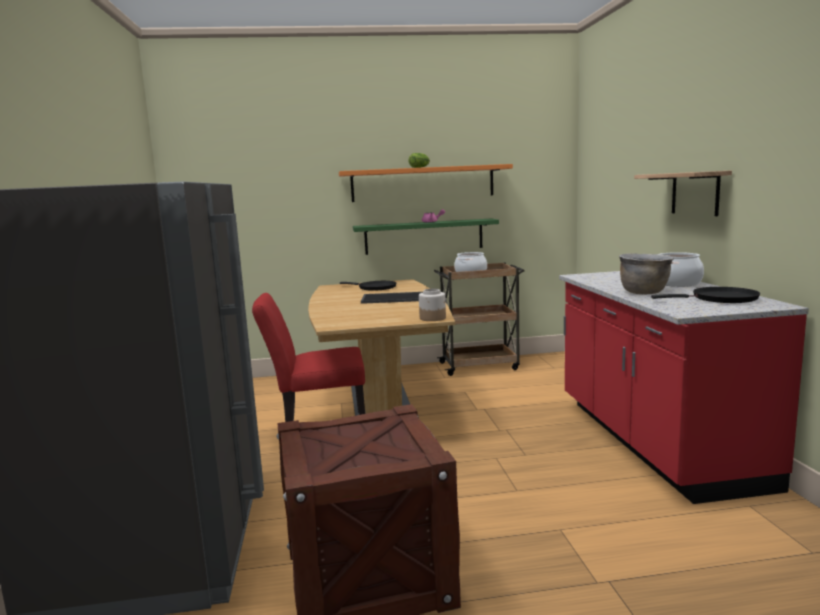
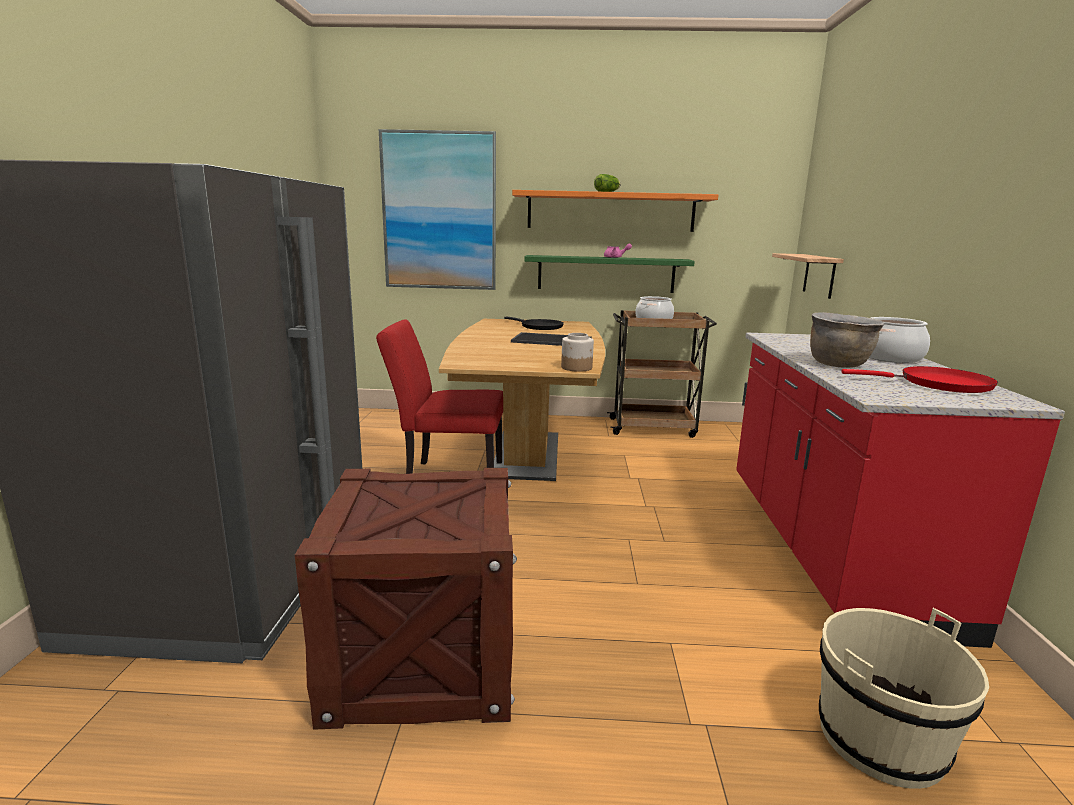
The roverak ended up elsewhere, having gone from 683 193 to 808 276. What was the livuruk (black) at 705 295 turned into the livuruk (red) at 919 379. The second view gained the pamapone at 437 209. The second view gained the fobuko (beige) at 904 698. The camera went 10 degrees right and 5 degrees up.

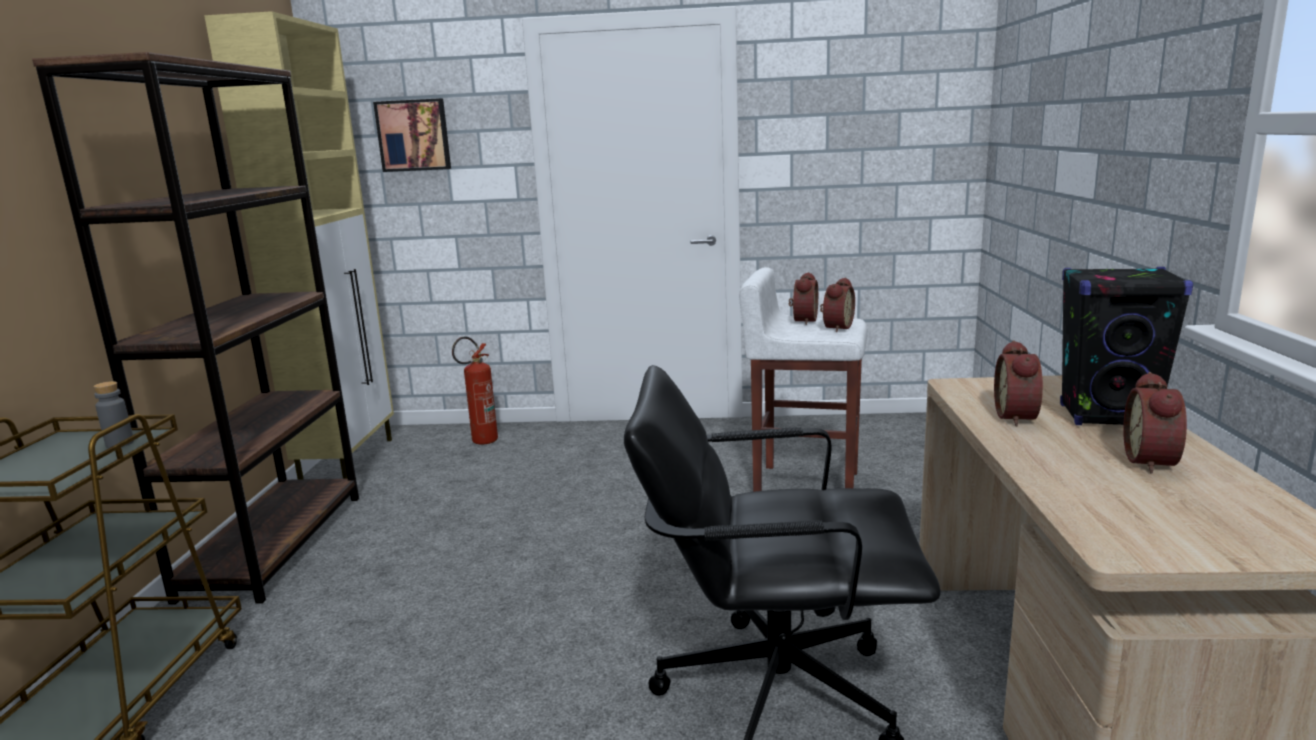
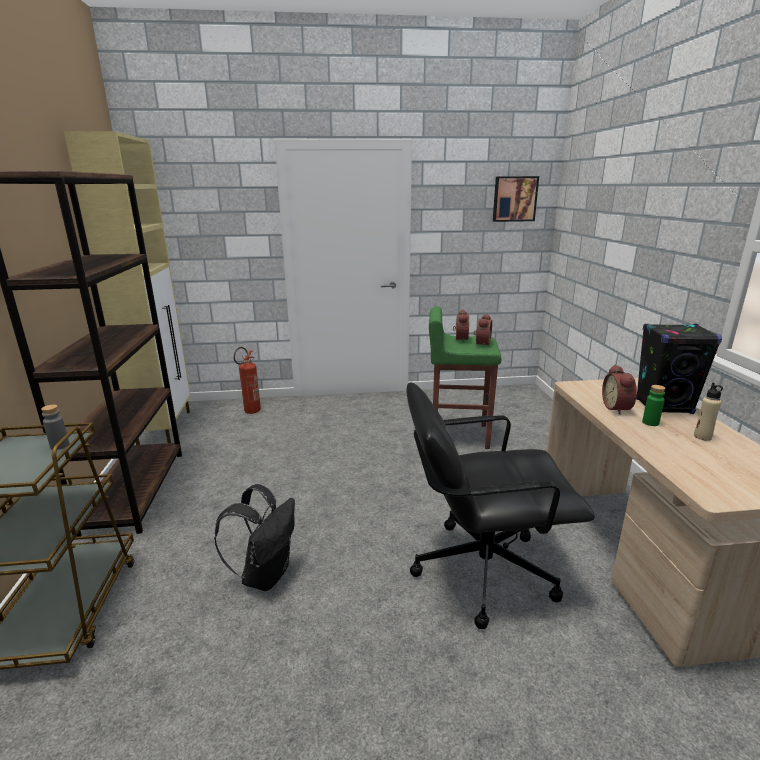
The pamapone ended up elsewhere, having gone from 412 135 to 516 199. What was the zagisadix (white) at 803 379 turned into the zagisadix (green) at 465 377. Where the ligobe stood at 1155 423, the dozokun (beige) came to stand at 708 411. The second view gained the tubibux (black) at 254 537. The second view gained the dozokun (green) at 654 405. The camera went 10 degrees left and 5 degrees up.

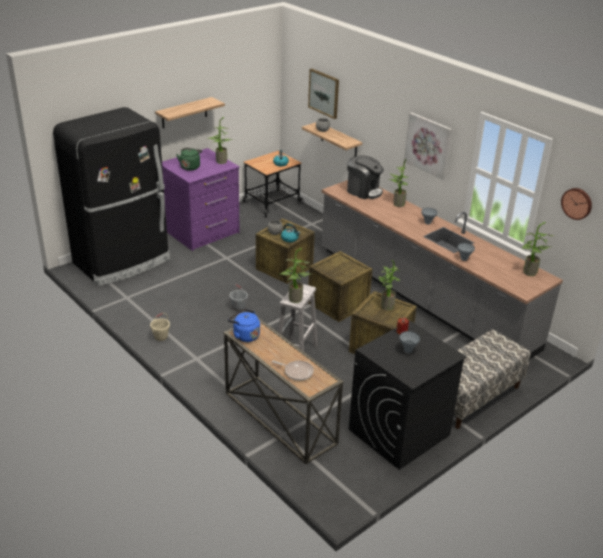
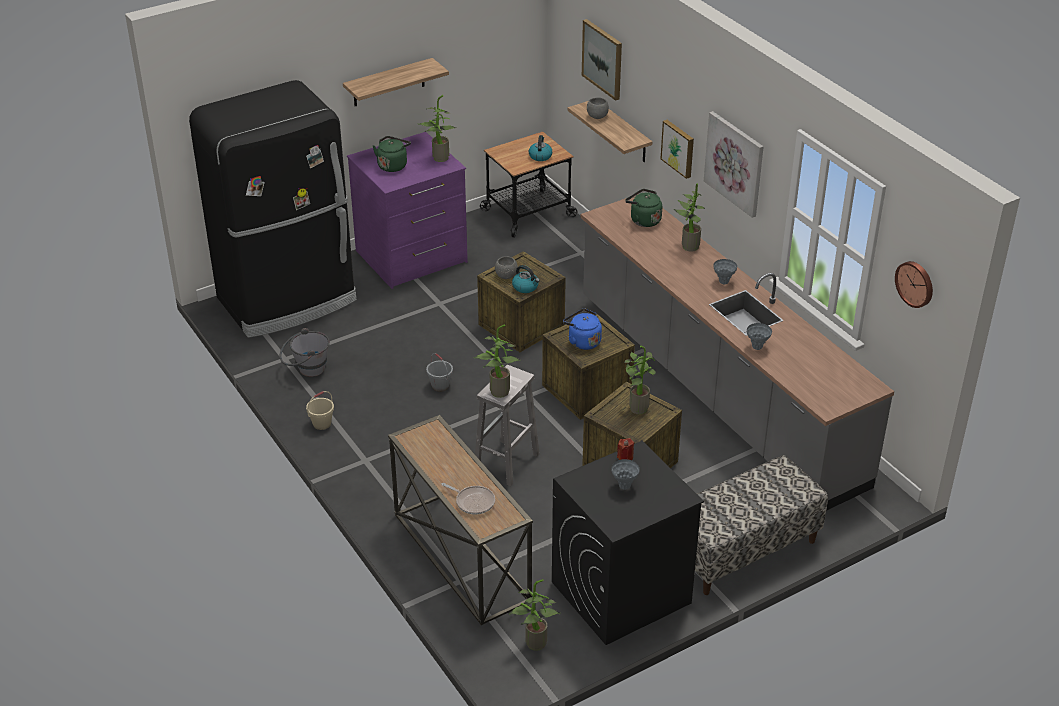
The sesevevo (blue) ended up elsewhere, having gone from 244 325 to 582 329. Where the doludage stood at 365 177, the sesevevo (green) came to stand at 643 208. The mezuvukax ended up elsewhere, having gone from 539 249 to 535 615. The second view gained the fobuko (grey) at 305 352. The second view gained the pamapone at 677 149. The camera went 10 degrees right and 5 degrees up.

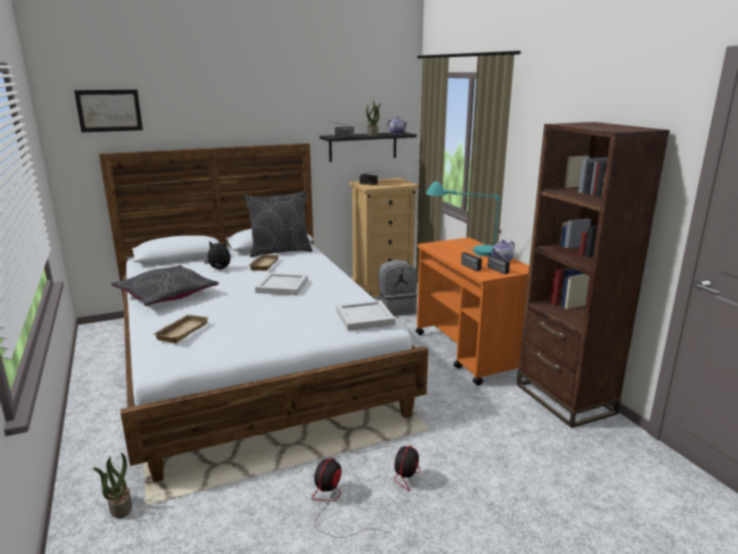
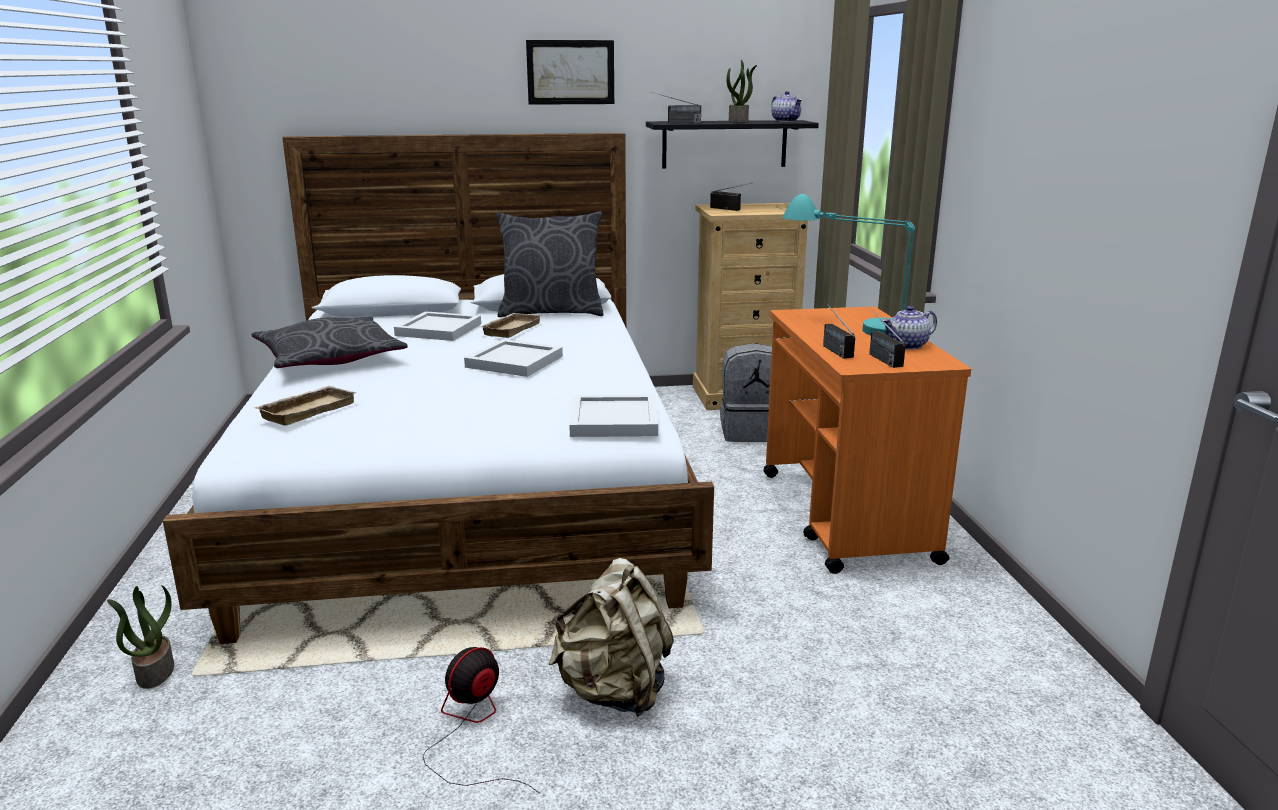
The pamapone ended up elsewhere, having gone from 108 111 to 570 72. Where the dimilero stood at 217 255, the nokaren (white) came to stand at 437 326. Where the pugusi stood at 386 468, the tubibux (beige) came to stand at 611 637. The second view lost the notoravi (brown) at 593 275. The camera went 15 degrees right and 0 degrees up.

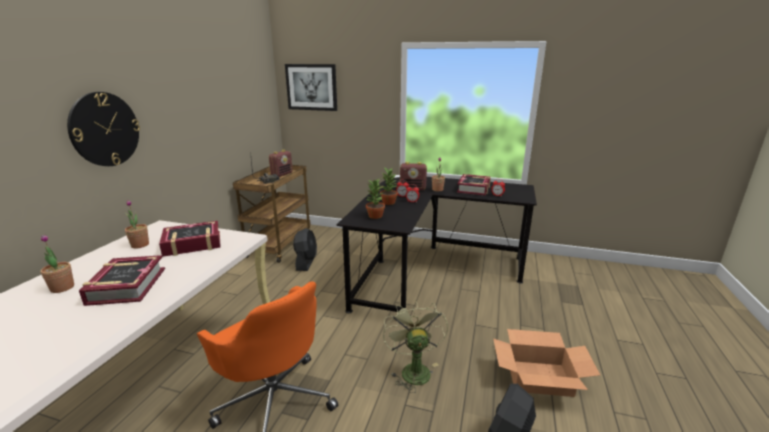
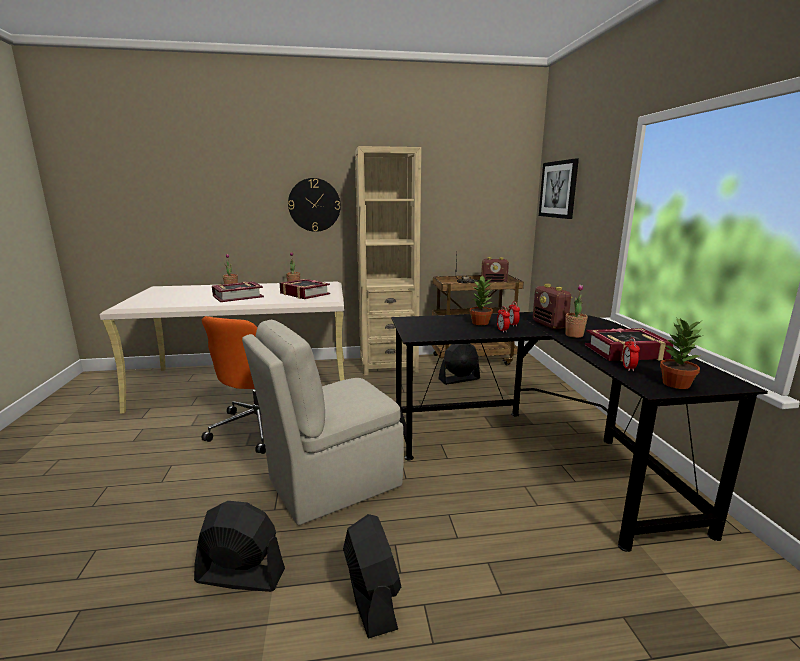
The mezuvukax ended up elsewhere, having gone from 375 198 to 680 353. Where the pugusi (green) stood at 415 346, the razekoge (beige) came to stand at 323 422. Where the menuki stood at 546 363, the pugusi (black) came to stand at 372 576. The second view gained the notoravi (beige) at 388 260. The camera went 65 degrees right and 5 degrees down.

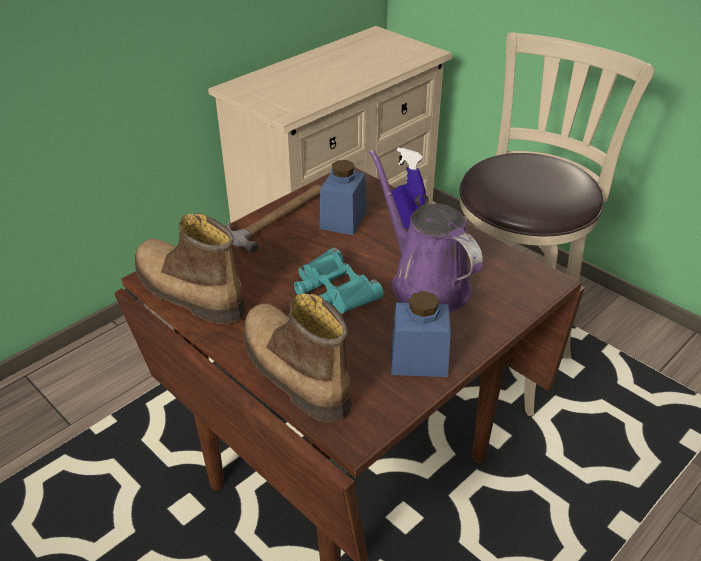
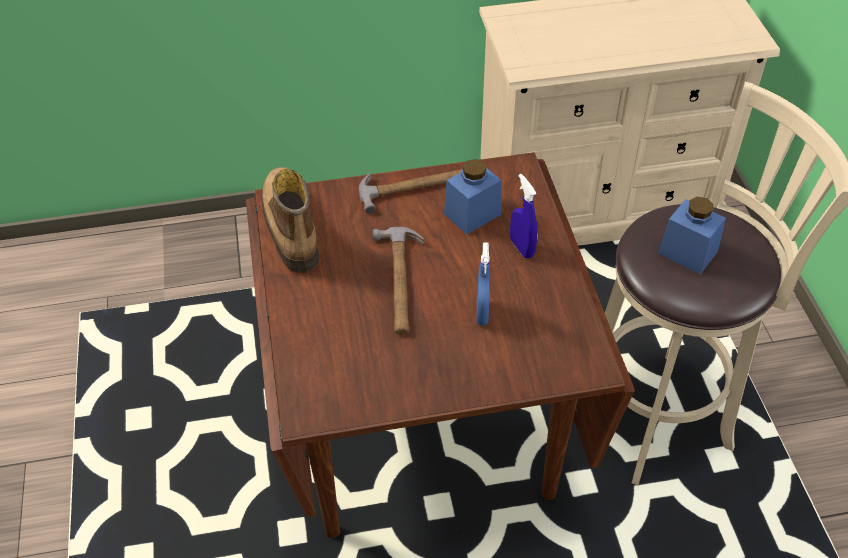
The second view lost the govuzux at 297 357. Where the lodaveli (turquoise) stood at 339 281, the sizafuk came to stand at 398 280. Where the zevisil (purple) stood at 426 231, the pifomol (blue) came to stand at 483 284. The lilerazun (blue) ended up elsewhere, having gone from 421 334 to 692 235. The camera went 35 degrees right and 10 degrees up.

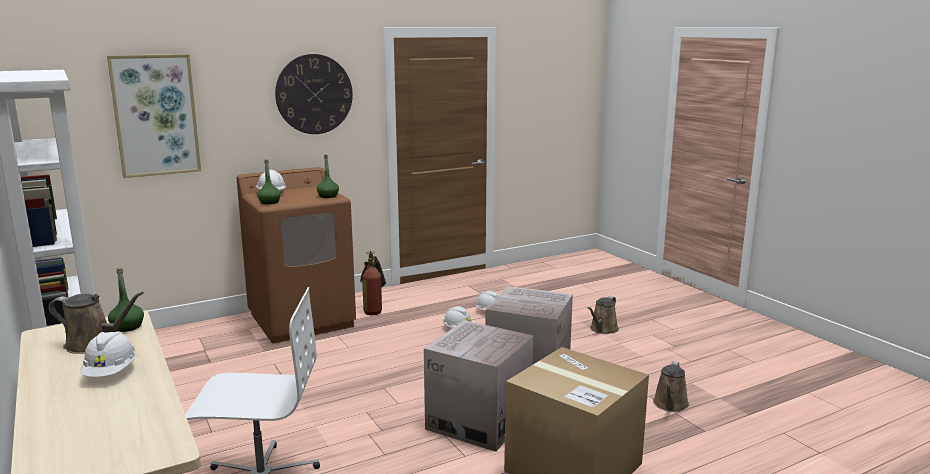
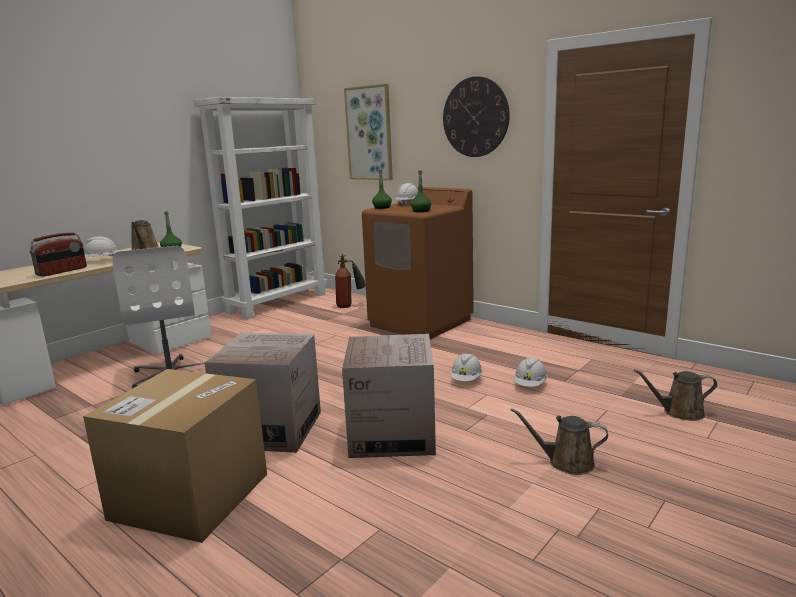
The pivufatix ended up elsewhere, having gone from 373 283 to 350 281. The zevisil (brown) ended up elsewhere, having gone from 671 386 to 675 395. The second view gained the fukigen at 58 255. The camera went 70 degrees right and 0 degrees up.

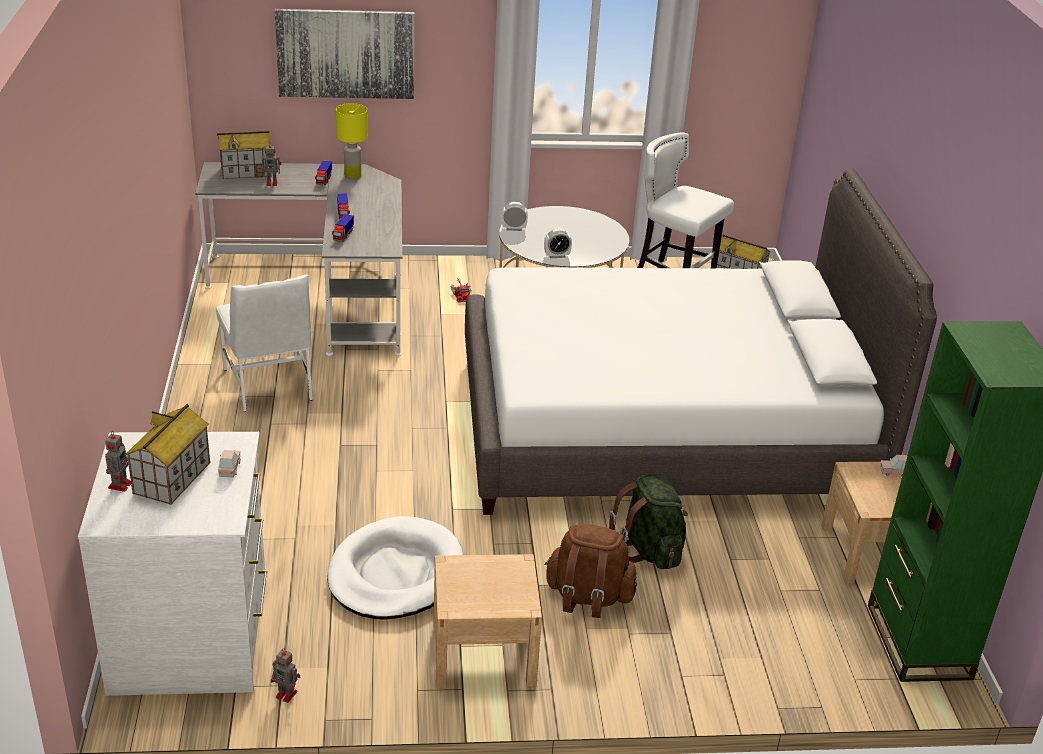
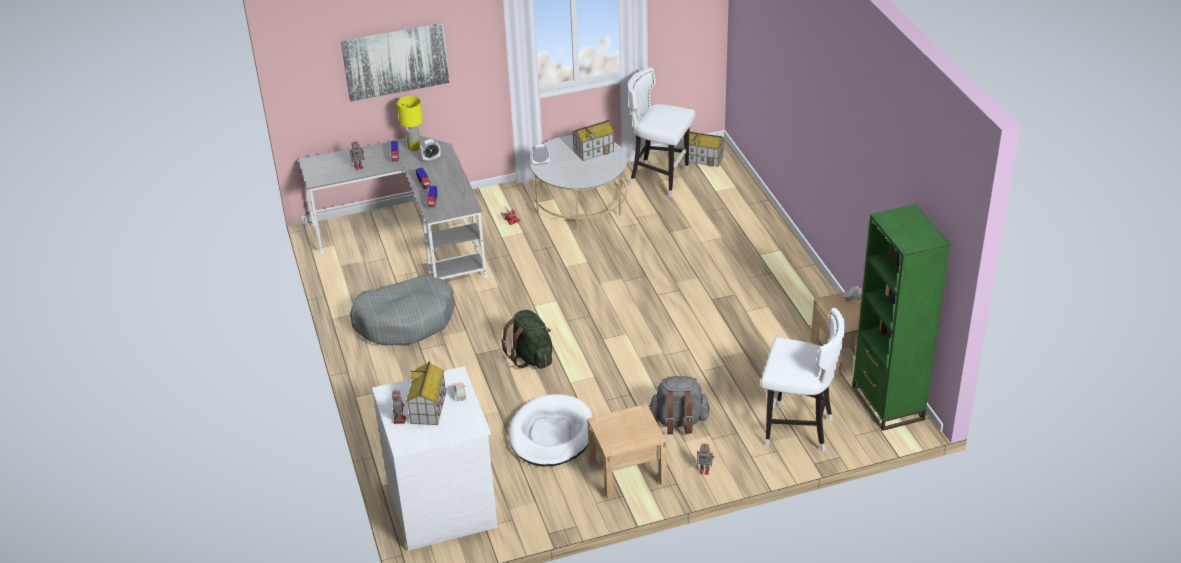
Where the razekoge (white) stood at 264 343, the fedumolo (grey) came to stand at 402 311. The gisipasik ended up elsewhere, having gone from 244 155 to 593 140. The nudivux ended up elsewhere, having gone from 286 675 to 705 459. The second view lost the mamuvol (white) at 701 341. The ligobe ended up elsewhere, having gone from 558 243 to 430 150. What was the tubibux (brown) at 591 571 turned into the tubibux (grey) at 679 405. The tubibux (green) ended up elsewhere, having gone from 648 521 to 526 339. The second view gained the zagisadix (white) at 803 380. The camera went 10 degrees left and 5 degrees up.

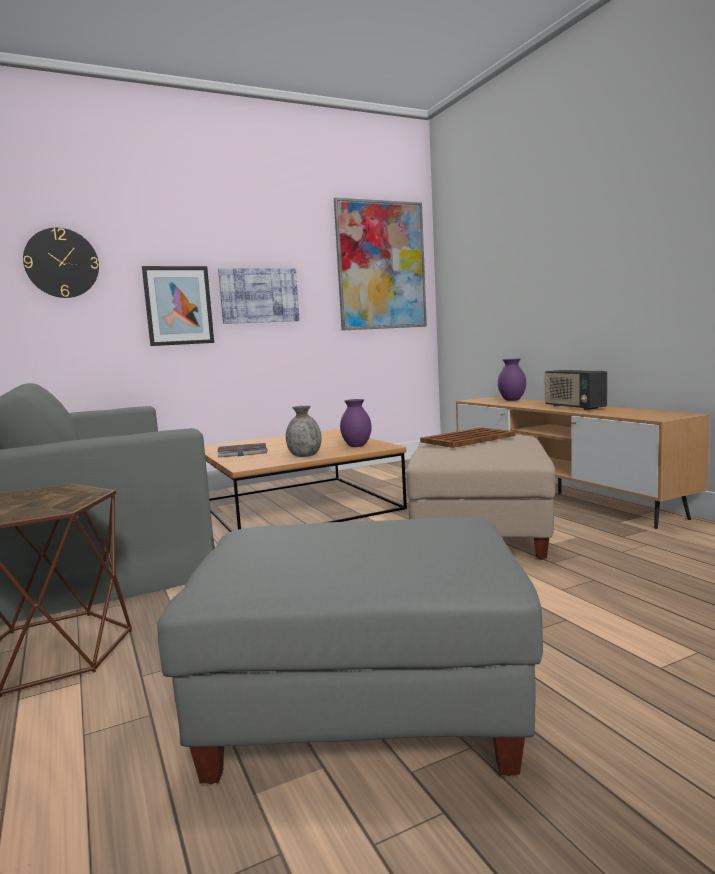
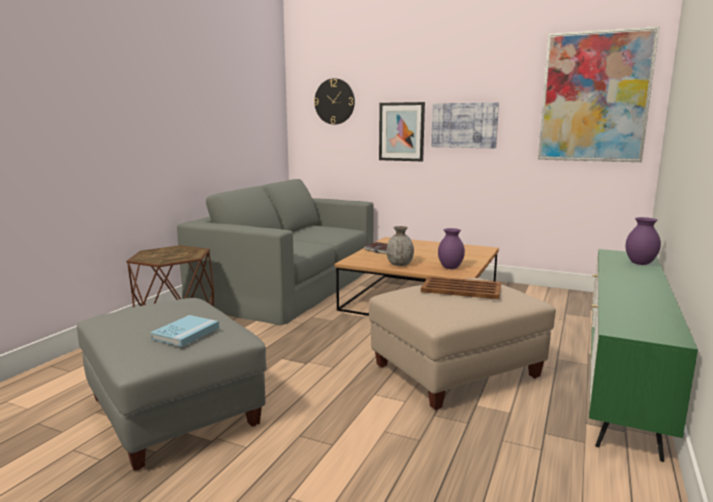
What was the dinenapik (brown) at 583 463 turned into the dinenapik (green) at 643 355. The second view lost the fukigen at 576 390. The second view gained the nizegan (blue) at 184 331. The camera went 50 degrees right and 5 degrees up.

